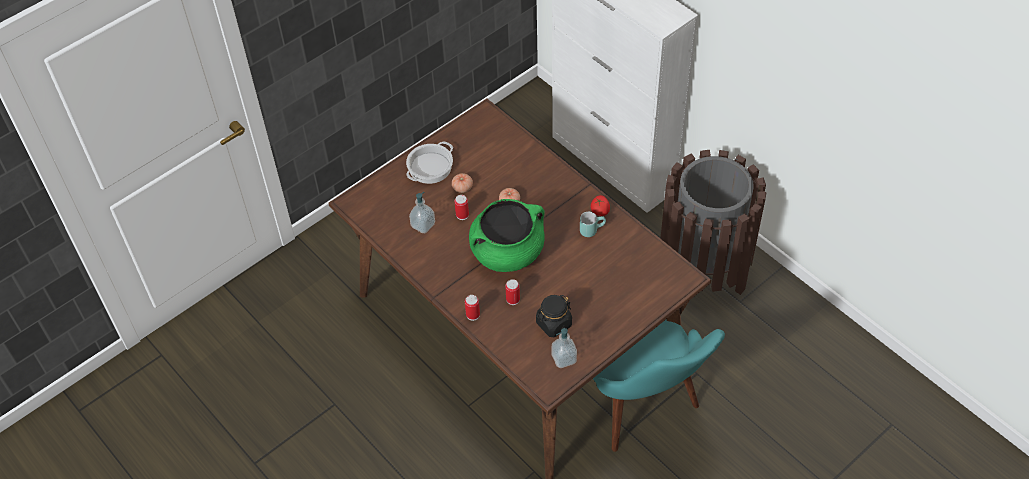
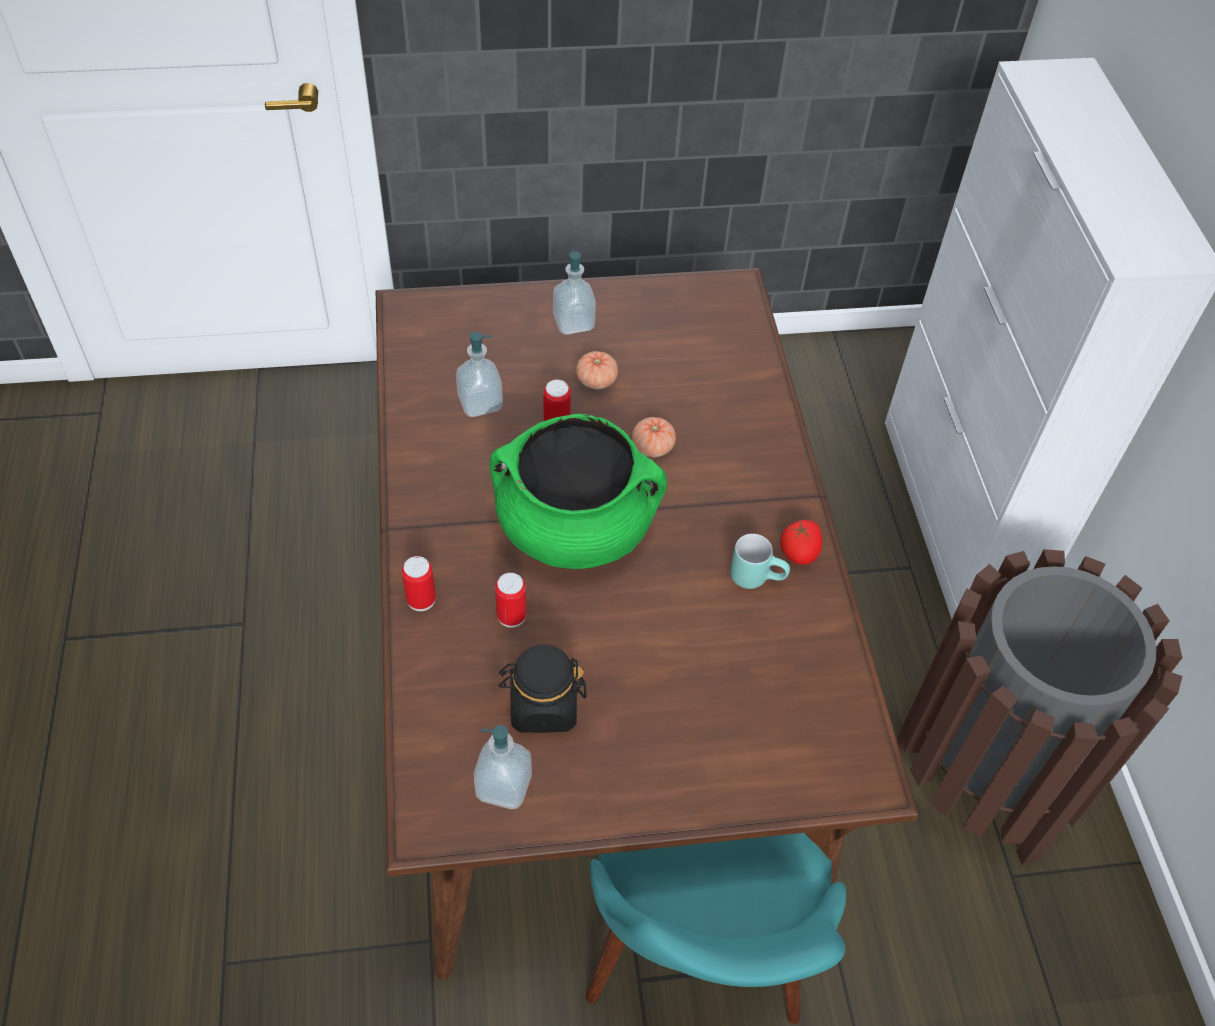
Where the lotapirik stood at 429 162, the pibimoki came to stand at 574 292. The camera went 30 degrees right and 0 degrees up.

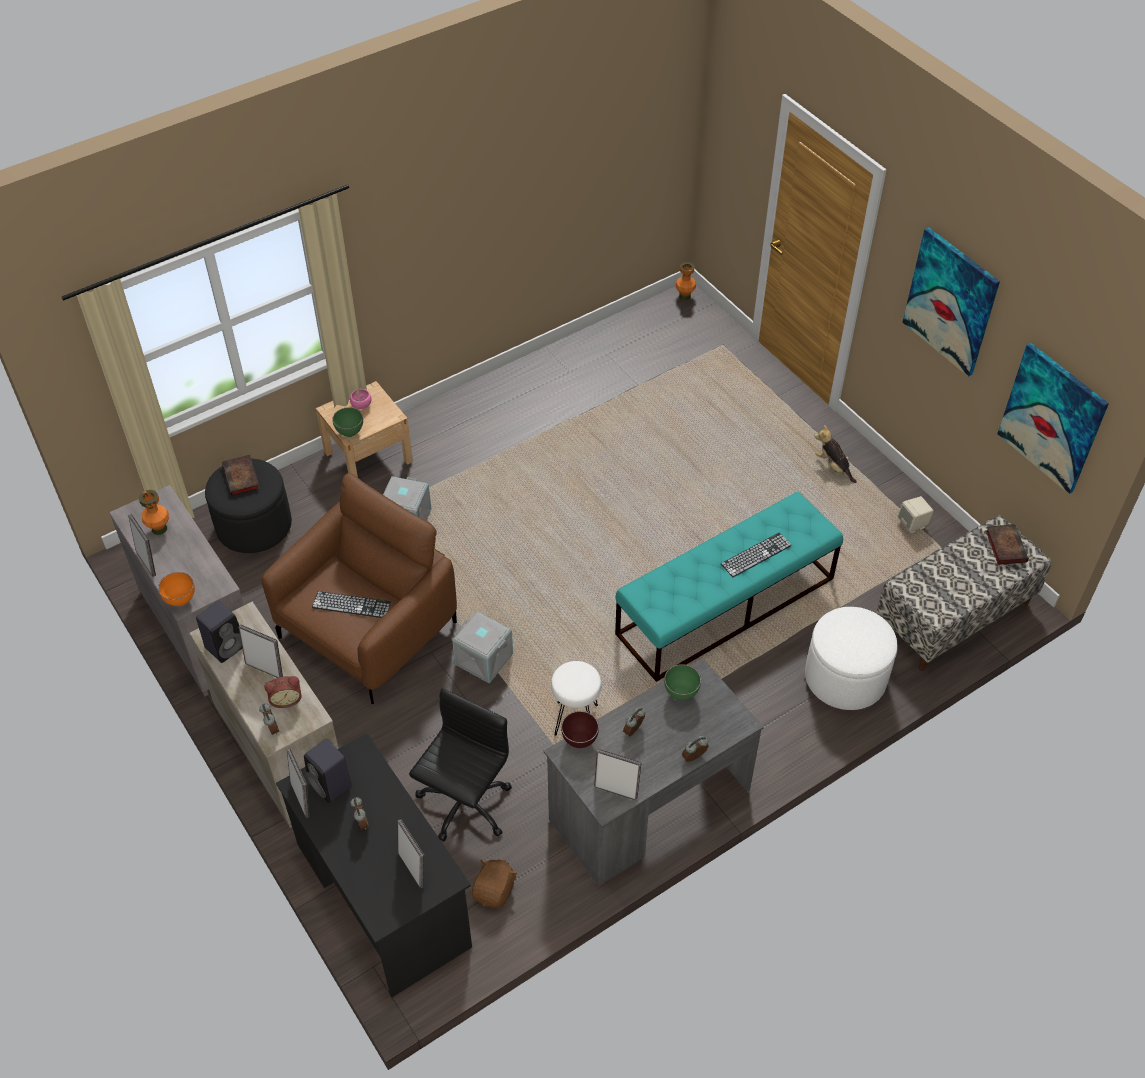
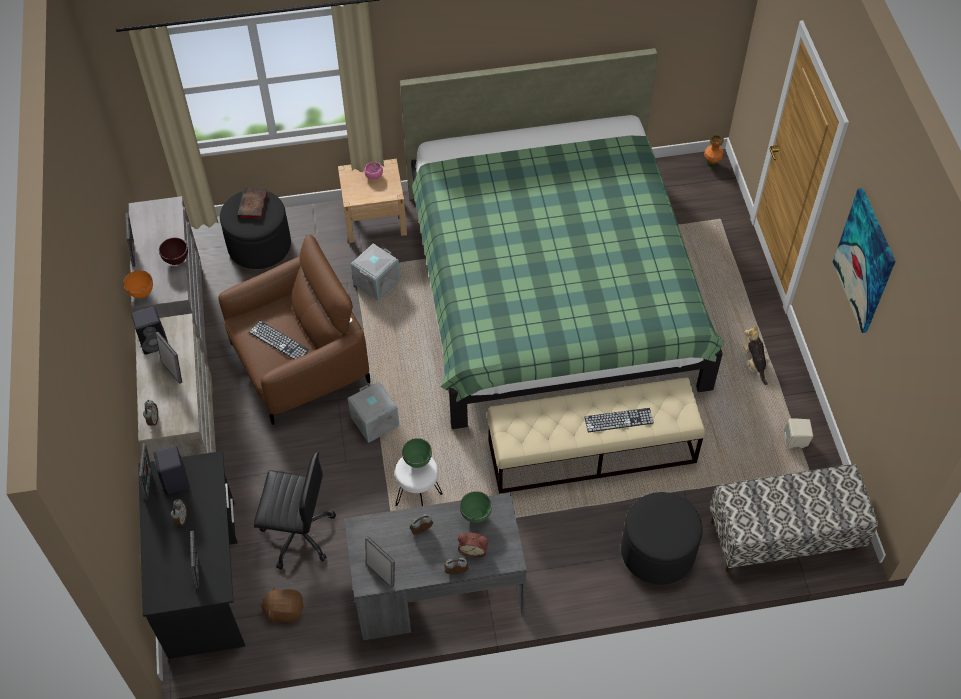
The second view lost the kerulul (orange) at 154 512. The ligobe ended up elsewhere, having gone from 283 692 to 473 545. The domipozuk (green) ended up elsewhere, having gone from 347 422 to 417 453. The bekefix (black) at 460 764 ended up facing another way, 45 degrees clockwise from before. The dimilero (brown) at 494 883 ended up facing another way, 135 degrees counterclockwise from before. The domipozuk (brown) ended up elsewhere, having gone from 580 729 to 173 251. What was the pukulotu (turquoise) at 729 587 turned into the pukulotu (beige) at 596 435. What was the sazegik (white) at 851 658 turned into the sazegik (black) at 662 538. The second view lost the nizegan at 1007 544. The second view lost the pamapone at 1053 418. The second view gained the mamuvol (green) at 562 238. The camera went 25 degrees right and 5 degrees up.

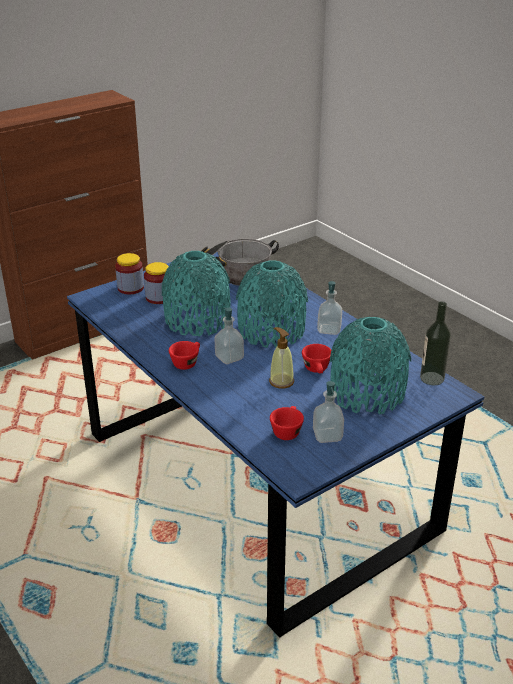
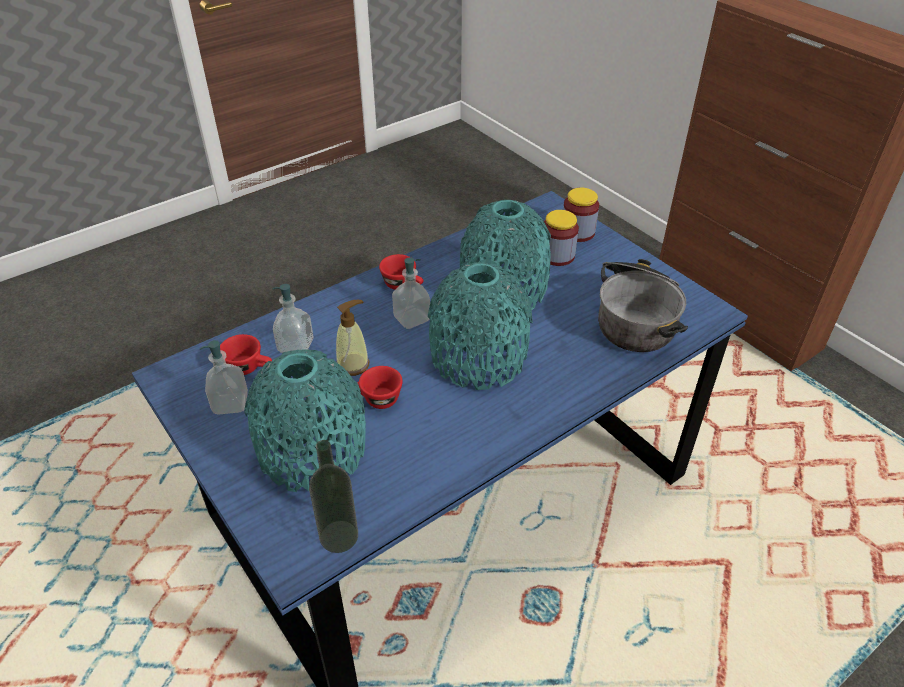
The pibimoki ended up elsewhere, having gone from 329 308 to 293 318. The camera went 90 degrees right and 10 degrees up.

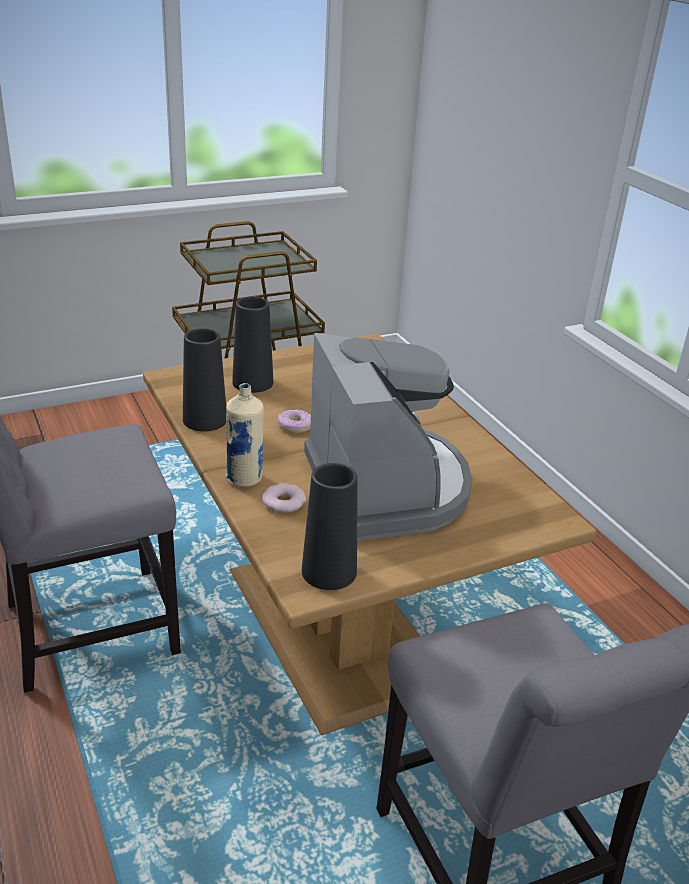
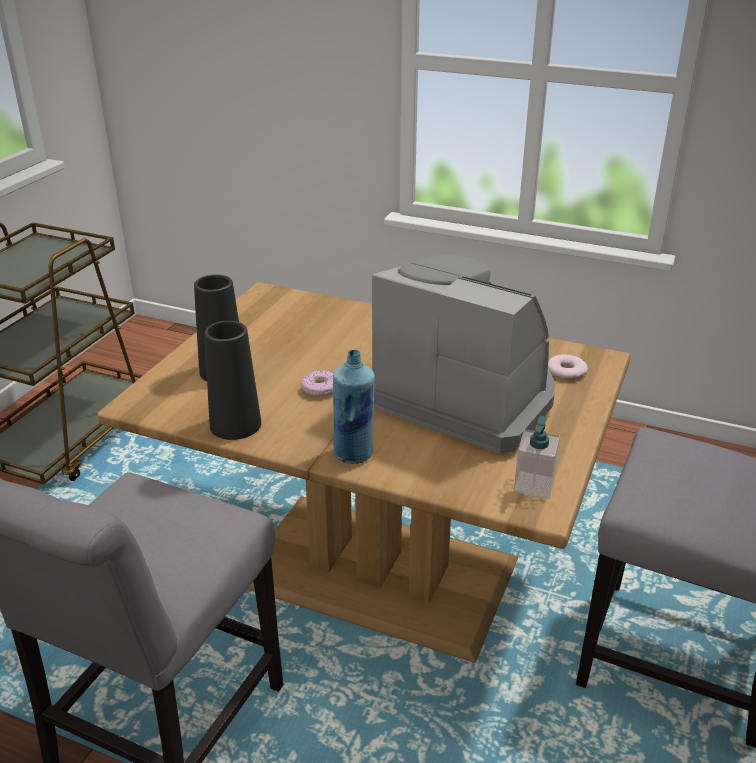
What was the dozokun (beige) at 245 435 turned into the dozokun (blue) at 354 407. The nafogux ended up elsewhere, having gone from 284 498 to 568 367. Where the kerulul (black) stood at 329 526, the pibimoki came to stand at 537 457. The camera went 40 degrees left and 0 degrees up.

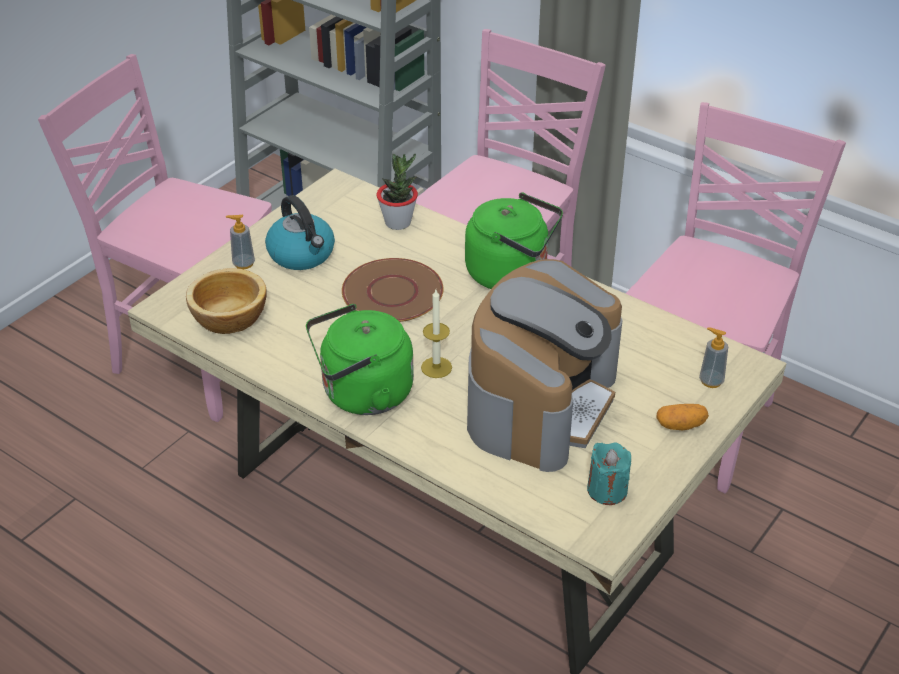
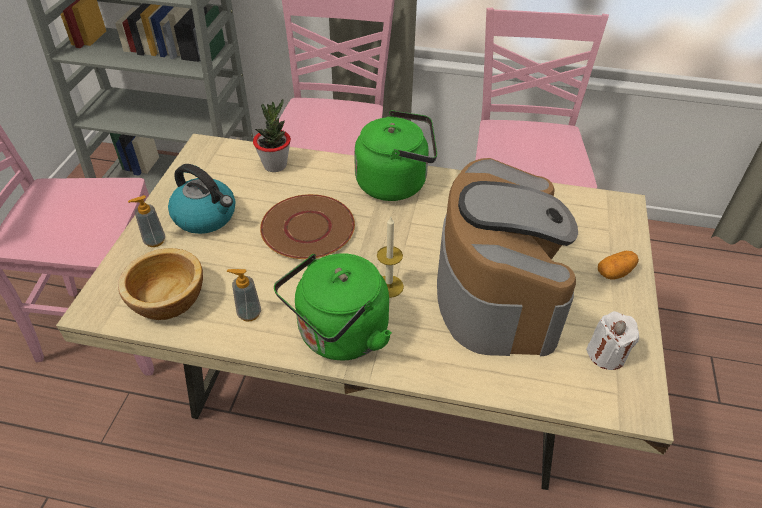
What was the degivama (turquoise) at 609 473 turned into the degivama (white) at 612 340. The pibimoki ended up elsewhere, having gone from 713 357 to 244 295. The camera went 25 degrees left and 5 degrees up.

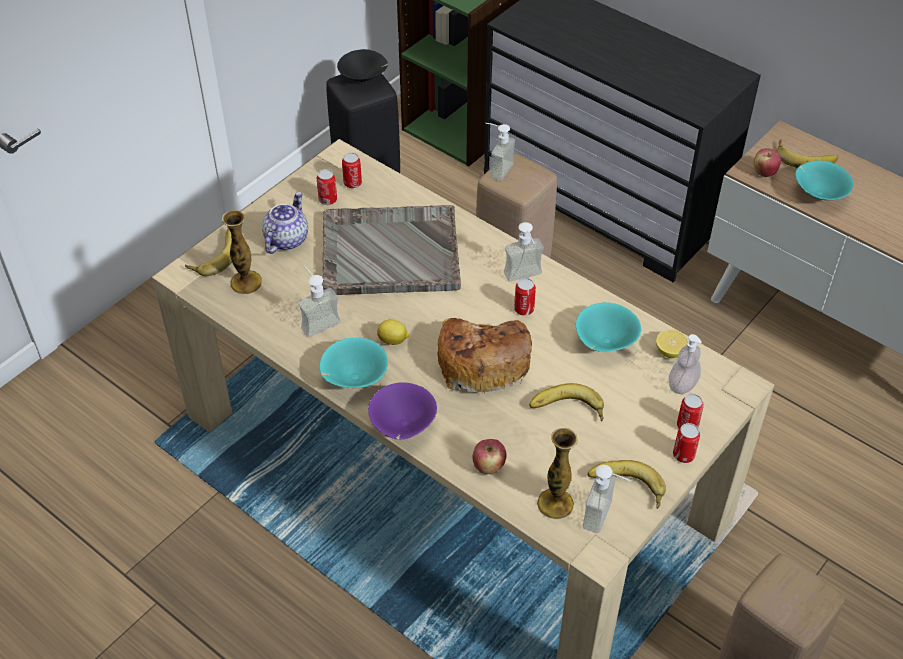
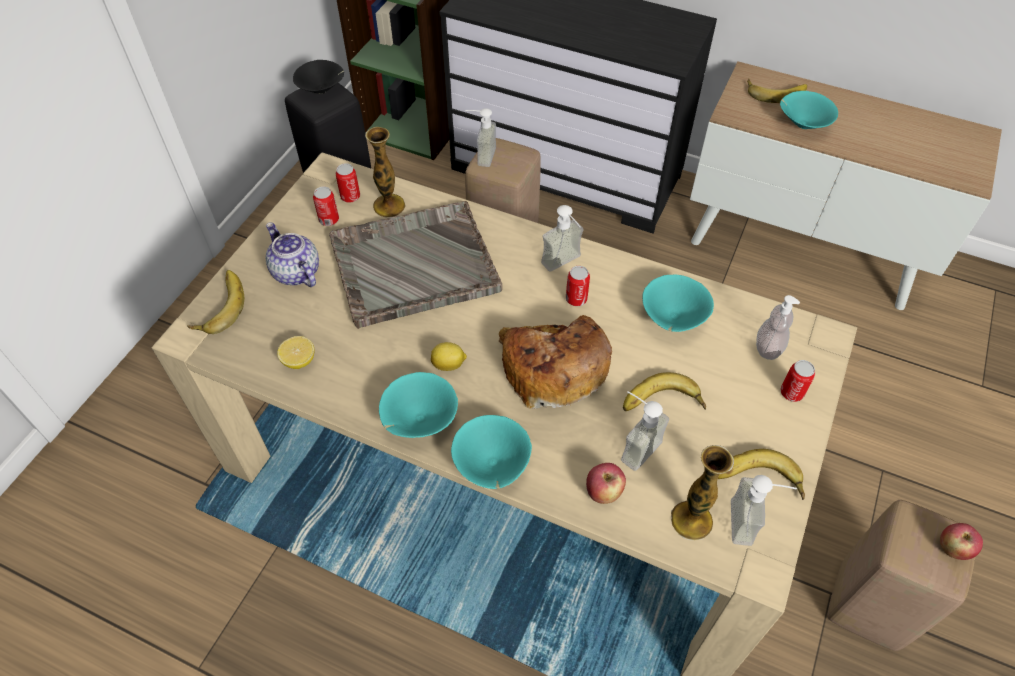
The kerulul ended up elsewhere, having gone from 242 252 to 385 172. The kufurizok at 285 223 ended up facing another way, 45 degrees counterclockwise from before. The pibimoki ended up elsewhere, having gone from 319 301 to 645 431. What was the domipozuk (purple) at 402 411 turned into the domipozuk (turquoise) at 491 452. The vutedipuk ended up elsewhere, having gone from 672 343 to 295 352. The second view lost the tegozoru at 686 443. The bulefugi ended up elsewhere, having gone from 767 162 to 961 541. The camera went 15 degrees left and 5 degrees up.

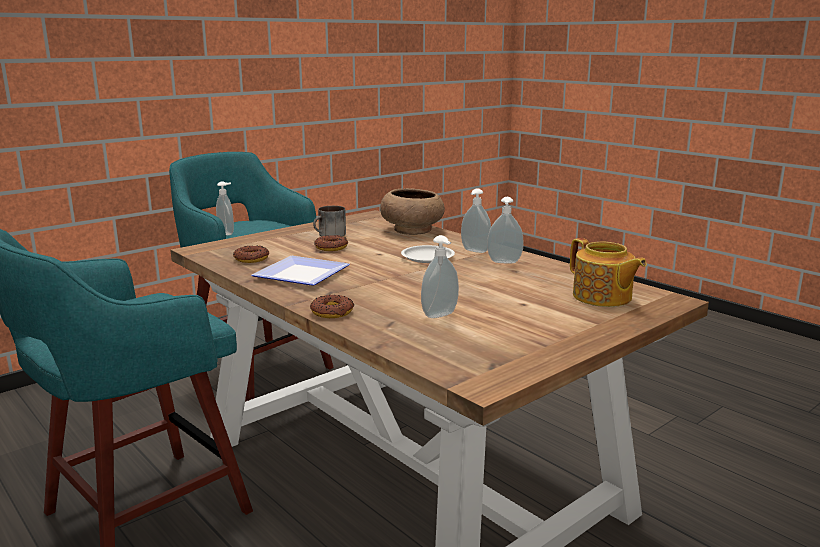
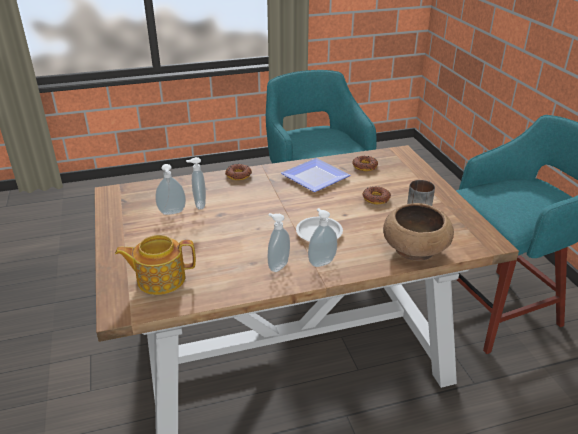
The pibimoki ended up elsewhere, having gone from 225 208 to 170 189. The camera went 115 degrees right and 15 degrees up.

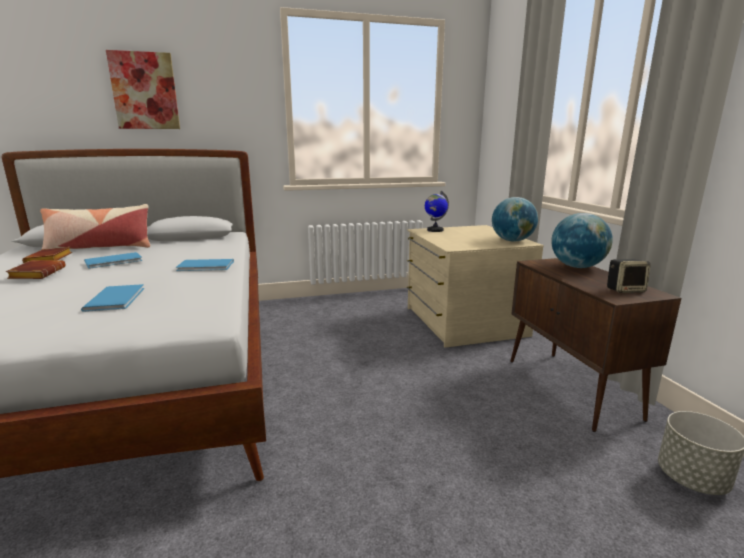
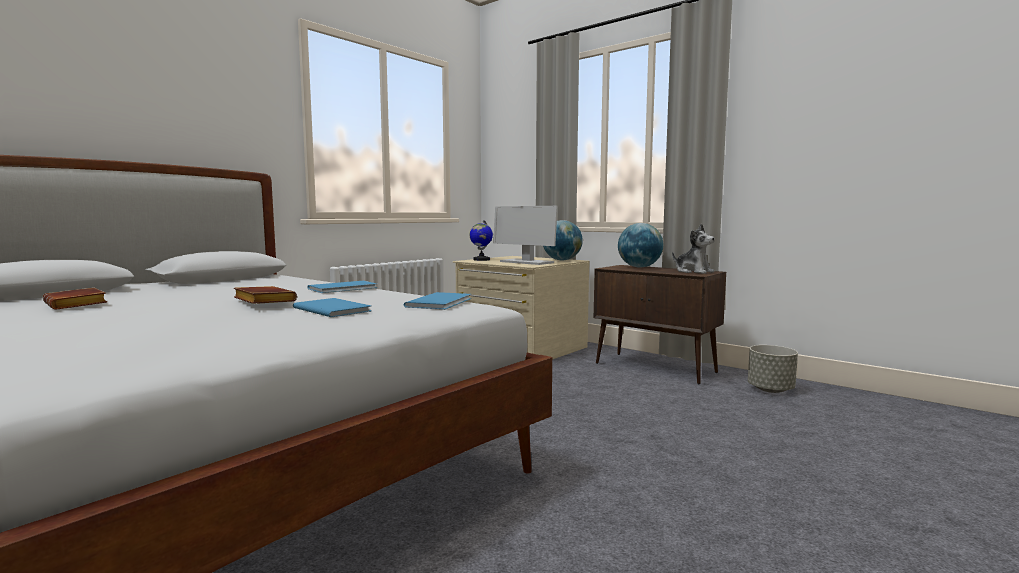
The nizegan (brown) ended up elsewhere, having gone from 36 269 to 265 295. The second view lost the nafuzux at 95 226. The nizegan (blue) ended up elsewhere, having gone from 113 260 to 437 301. The second view lost the pamapone at 143 89. Where the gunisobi stood at 629 276, the dimilero came to stand at 693 249. The second view gained the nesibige at 525 235. The camera went 35 degrees left and 10 degrees down.

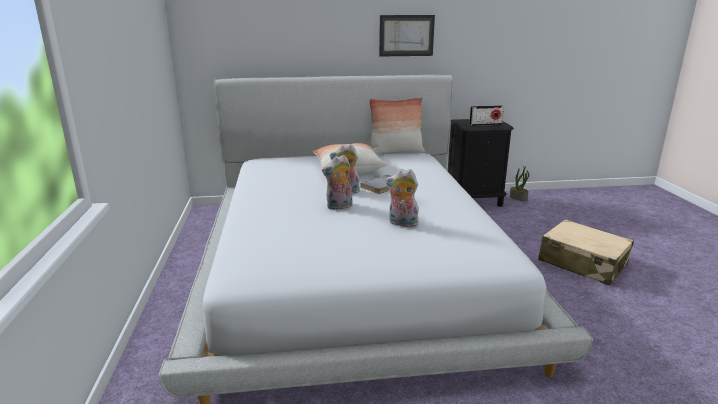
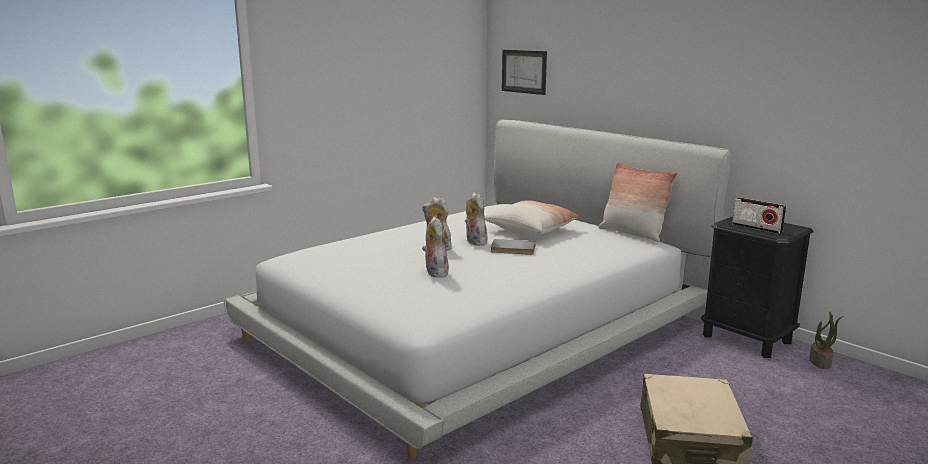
The pamapone ended up elsewhere, having gone from 407 36 to 524 72. The camera went 55 degrees right and 5 degrees down.

